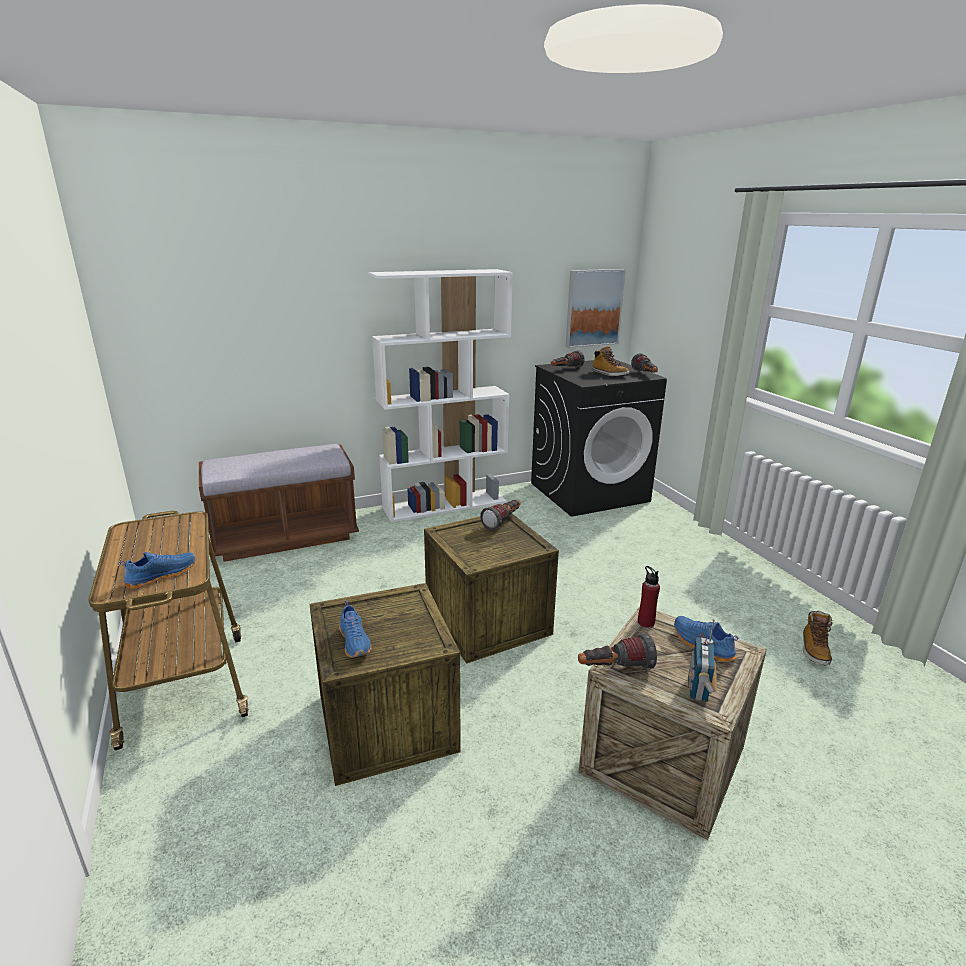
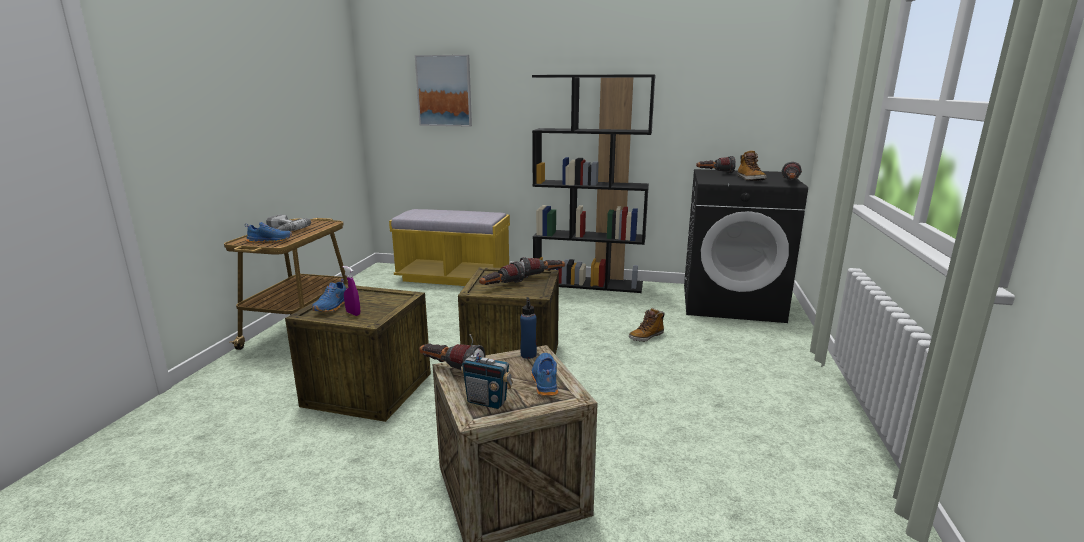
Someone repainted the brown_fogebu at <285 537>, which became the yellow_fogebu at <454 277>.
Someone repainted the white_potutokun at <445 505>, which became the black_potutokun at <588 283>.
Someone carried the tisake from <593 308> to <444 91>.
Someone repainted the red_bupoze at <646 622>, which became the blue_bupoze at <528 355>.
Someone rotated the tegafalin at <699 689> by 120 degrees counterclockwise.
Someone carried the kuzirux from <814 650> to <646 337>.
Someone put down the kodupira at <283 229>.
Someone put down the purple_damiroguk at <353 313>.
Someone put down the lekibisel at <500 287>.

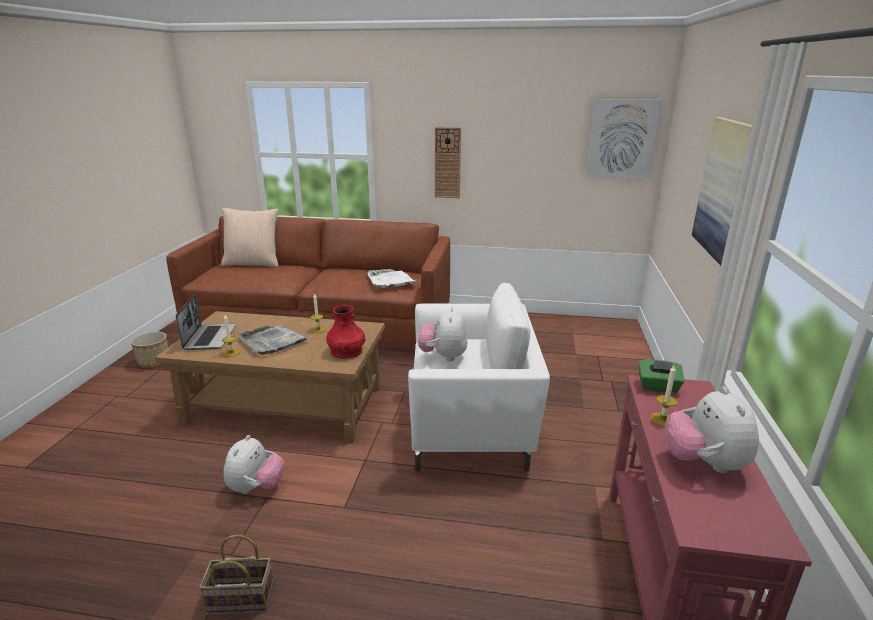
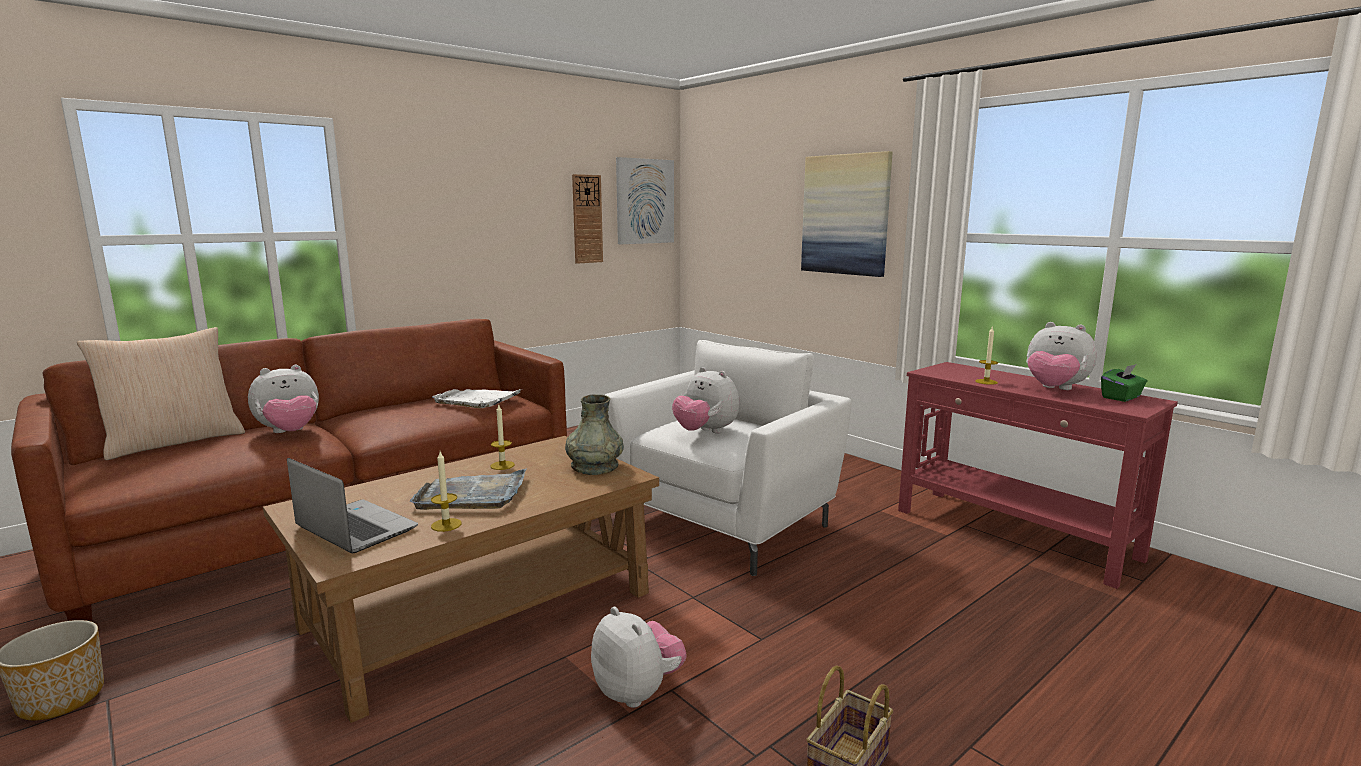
Someone repainted the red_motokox at <346 351>, which became the grey_motokox at <594 466>.
Someone carried the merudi from <447 163> to <587 219>.
Someone carried the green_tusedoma from <658 387> to <1121 397>.
Someone put down the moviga at <290 432>.

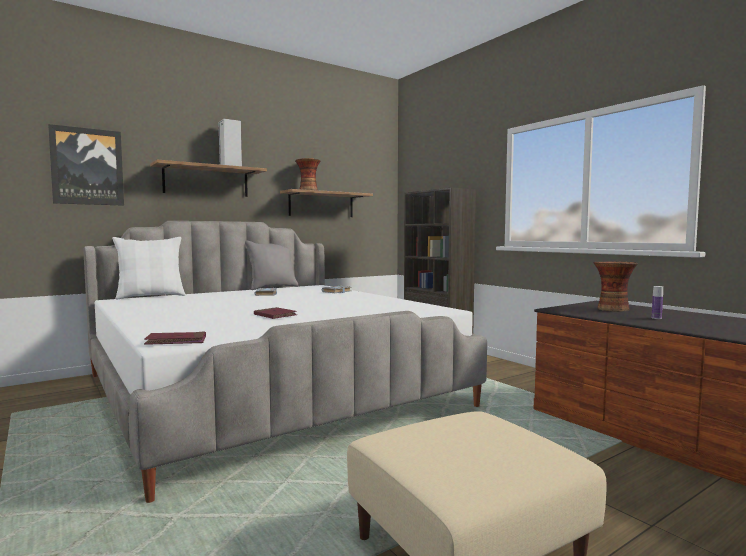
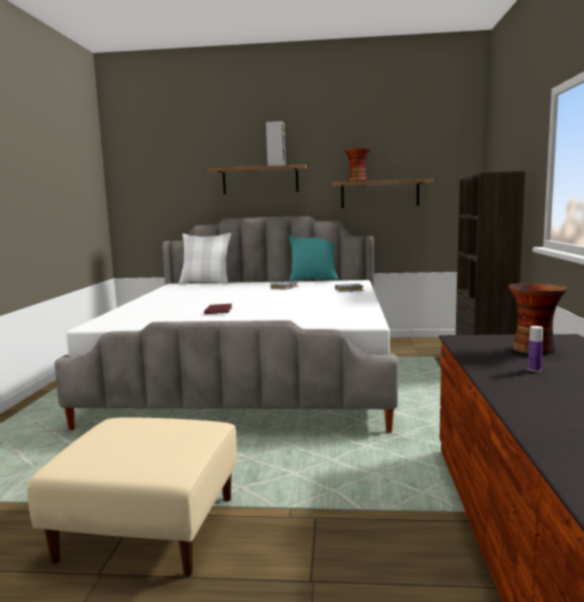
Someone took away the tisake at <87 166>.
Someone took away the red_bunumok at <176 341>.
Someone repainted the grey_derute at <272 287>, which became the turquoise_derute at <313 280>.

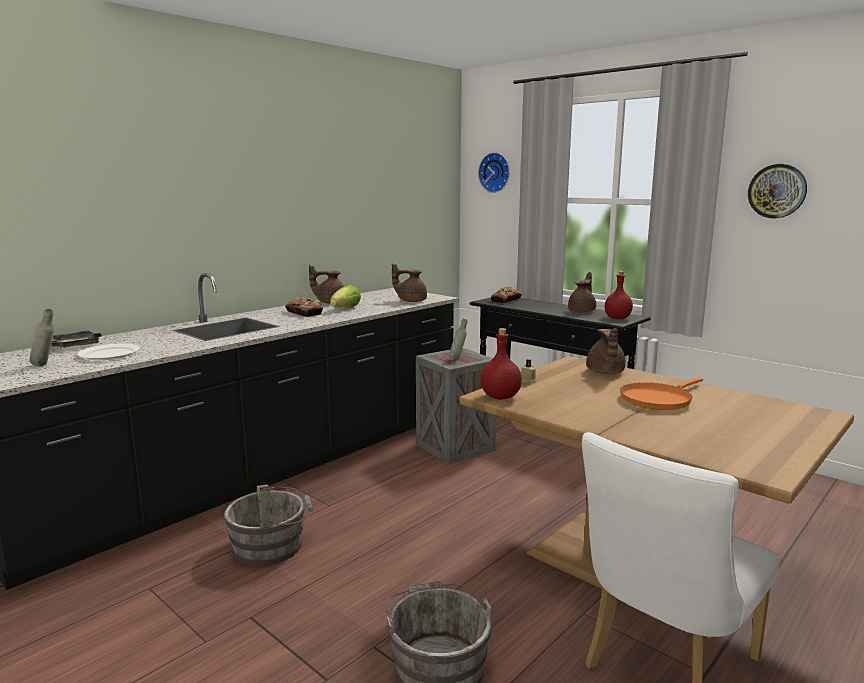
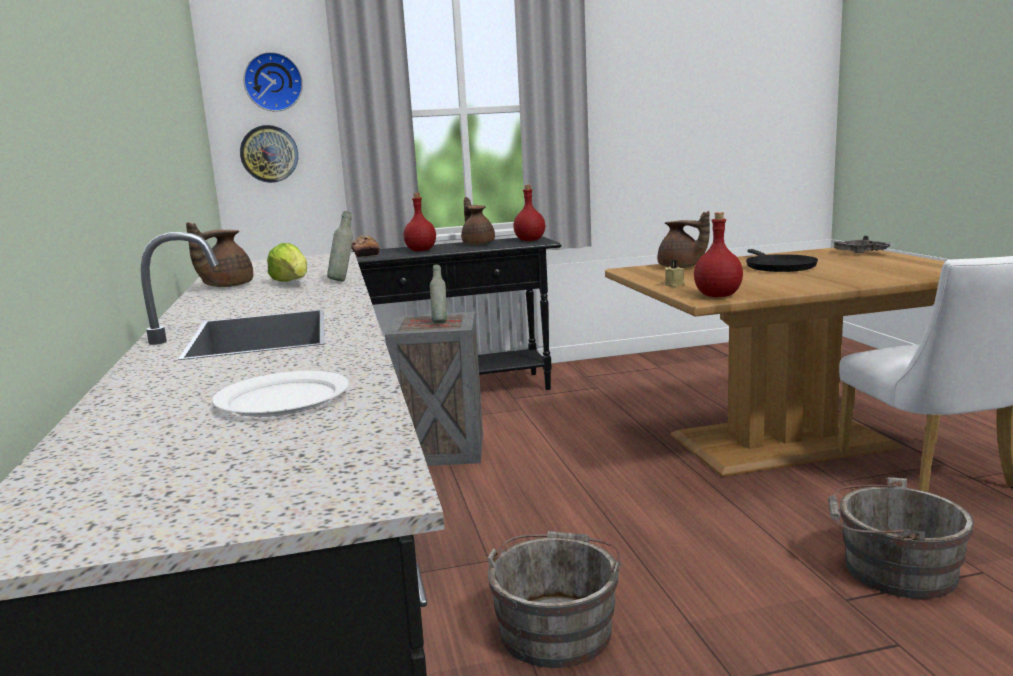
Someone carried the grey_bupoze from <46 365> to <343 280>.
Someone carried the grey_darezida from <72 346> to <861 253>.
Someone took away the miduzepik at <304 313>.
Someone took away the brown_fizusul at <411 301>.
Someone repainted the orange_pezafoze at <657 399>, which became the black_pezafoze at <778 267>.
Someone carried the merudi from <777 191> to <269 154>.
Someone put down the red_bupoze at <420 250>.

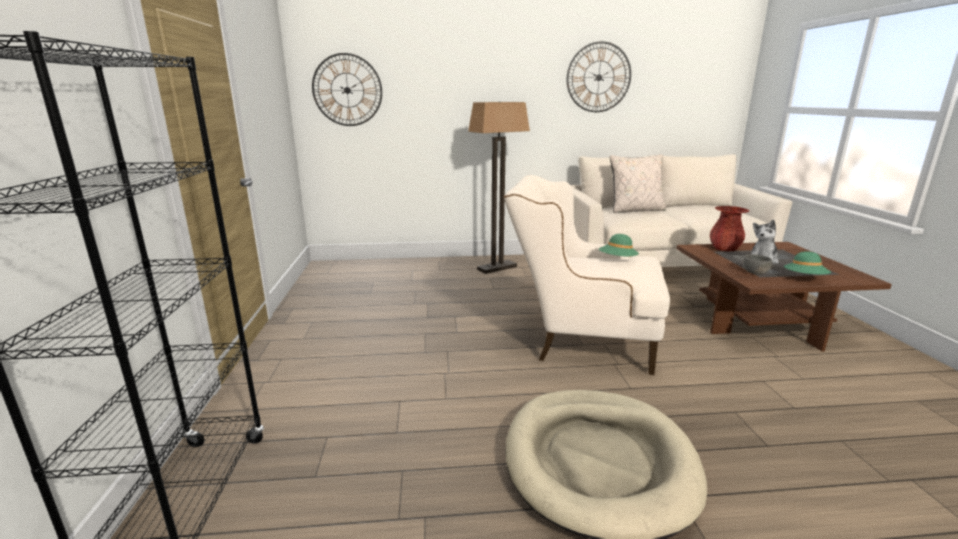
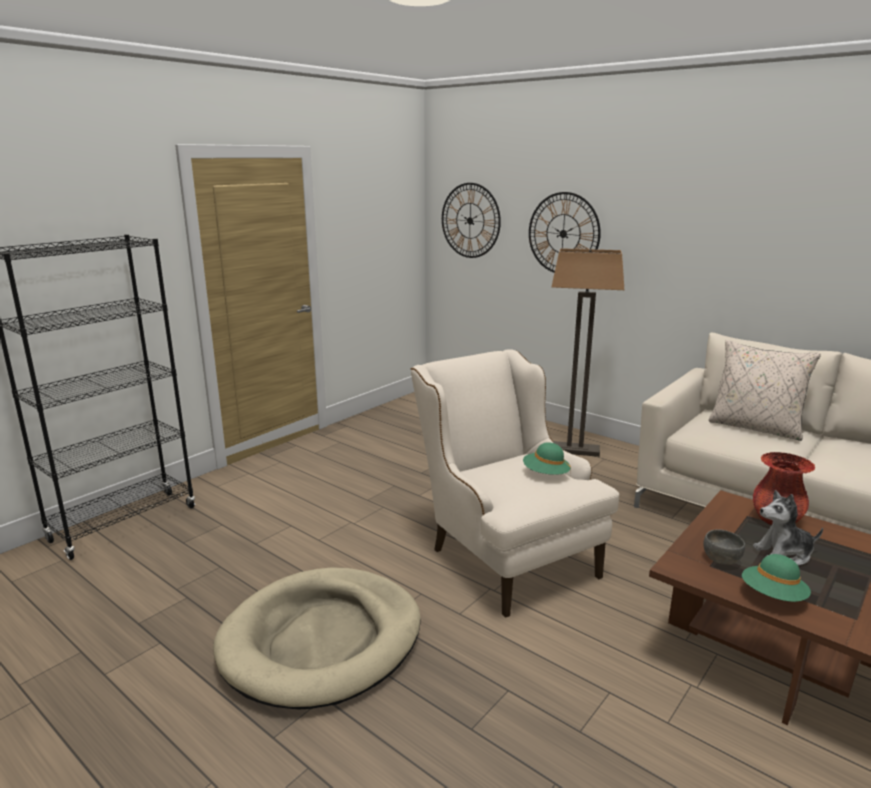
Someone carried the merudi from <598 77> to <563 233>.

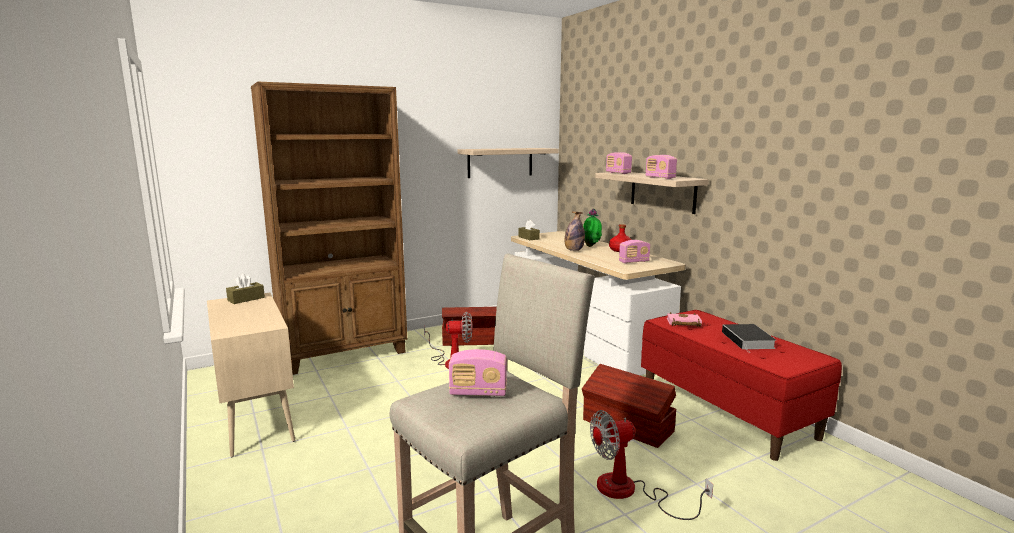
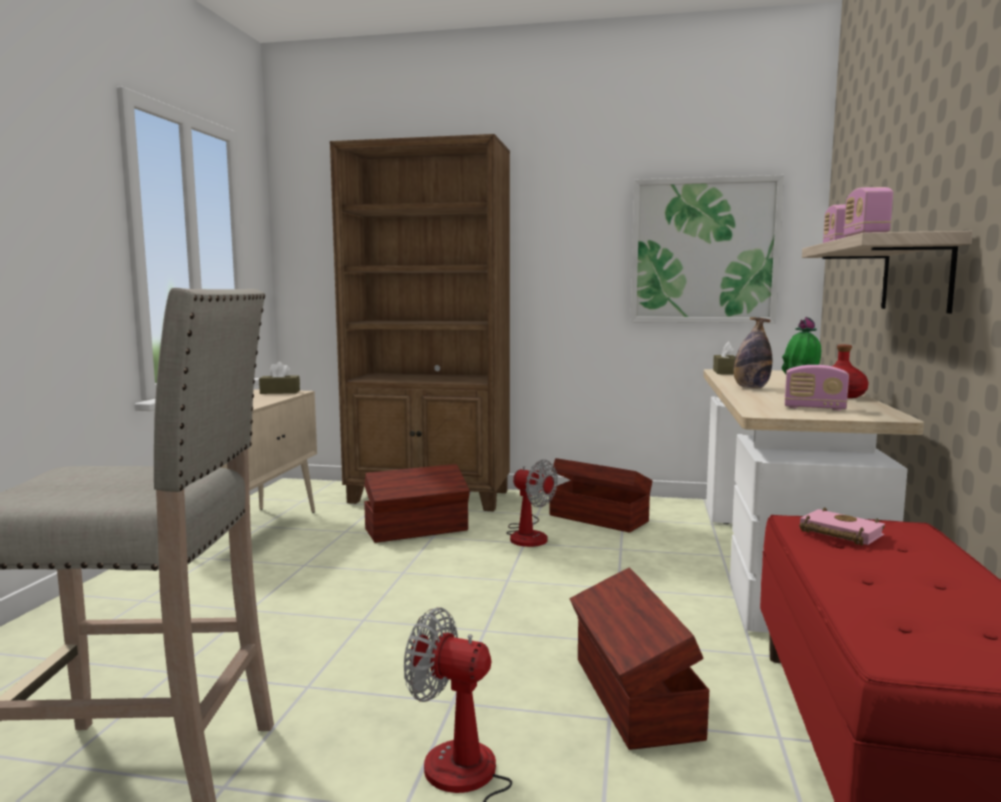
Someone took away the tegafalin at <478 392>.
Someone swapped the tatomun at <500 162> for the tisake at <704 251>.
Someone took away the bunumok at <749 340>.
Someone put down the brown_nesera at <417 530>.

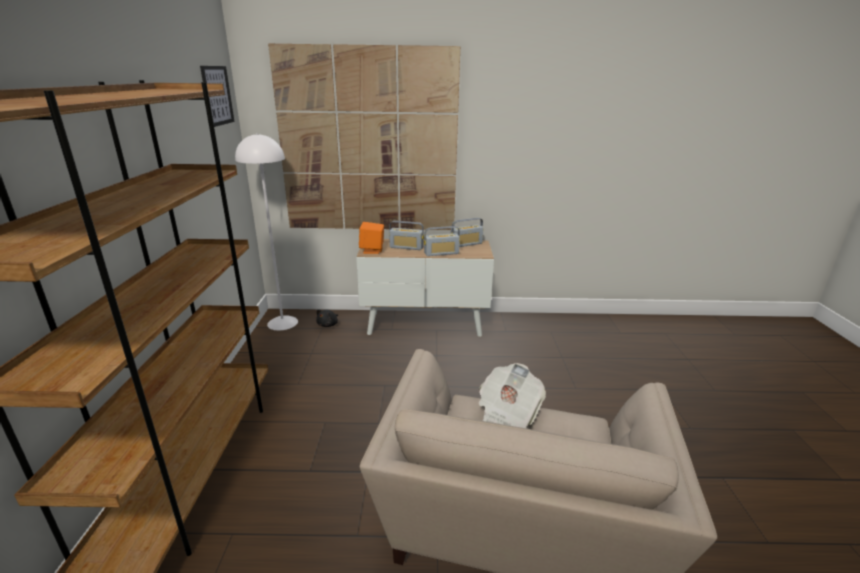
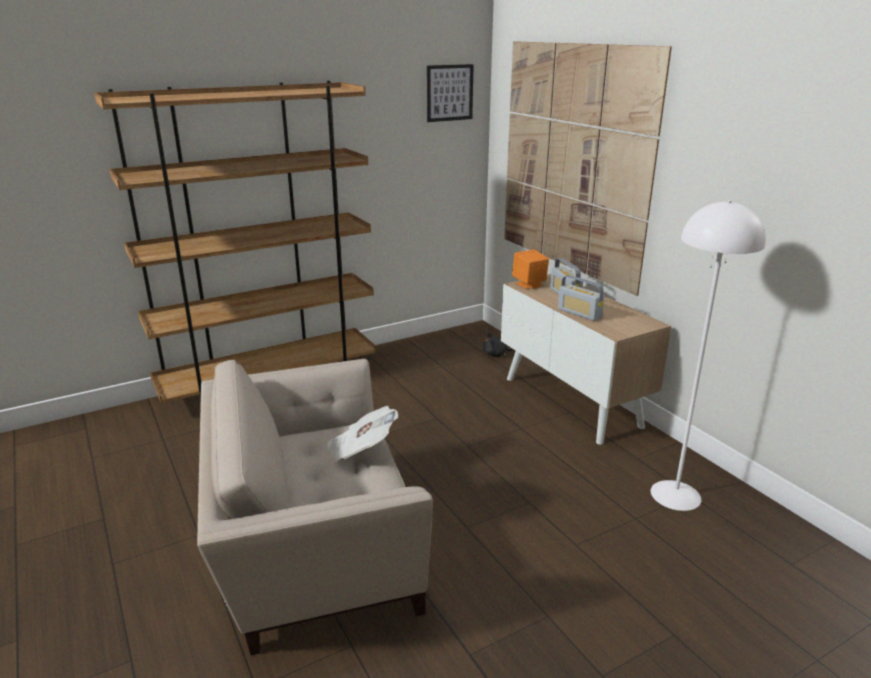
Someone carried the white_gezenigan from <283 323> to <675 495>.
Someone took away the tegafalin at <466 244>.

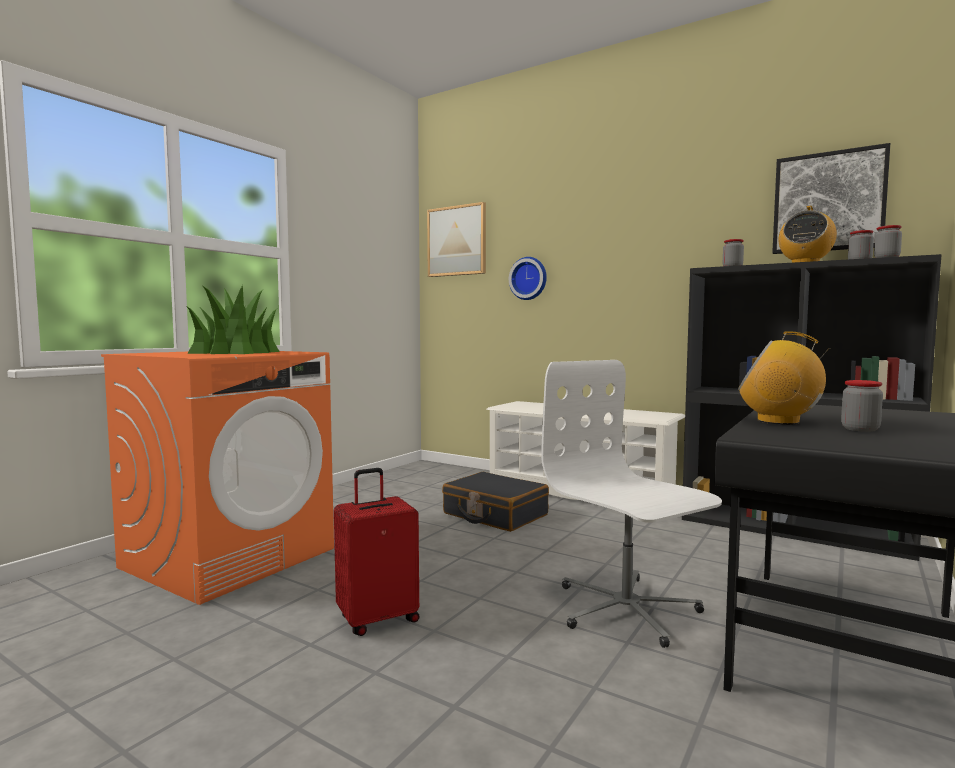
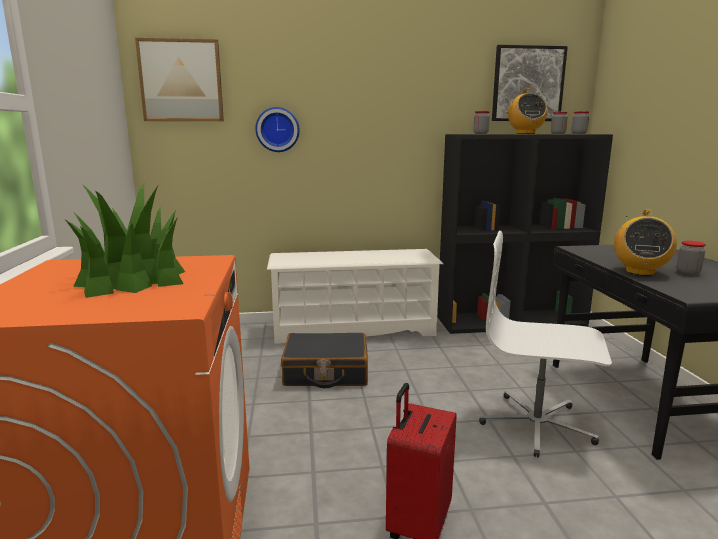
Someone rotated the tegafalin at <779 421> by 60 degrees counterclockwise.

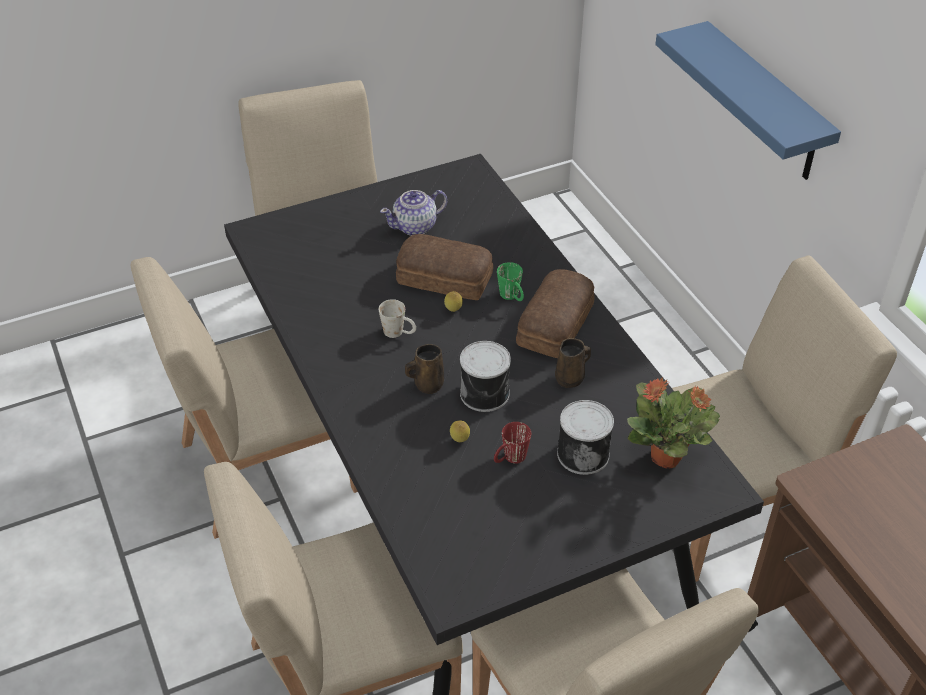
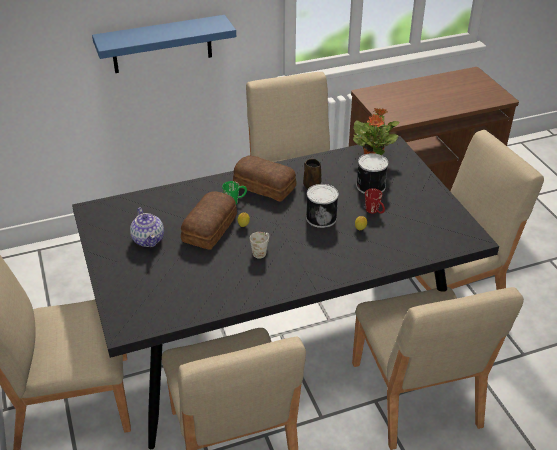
Someone took away the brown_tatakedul at <427 385>.

